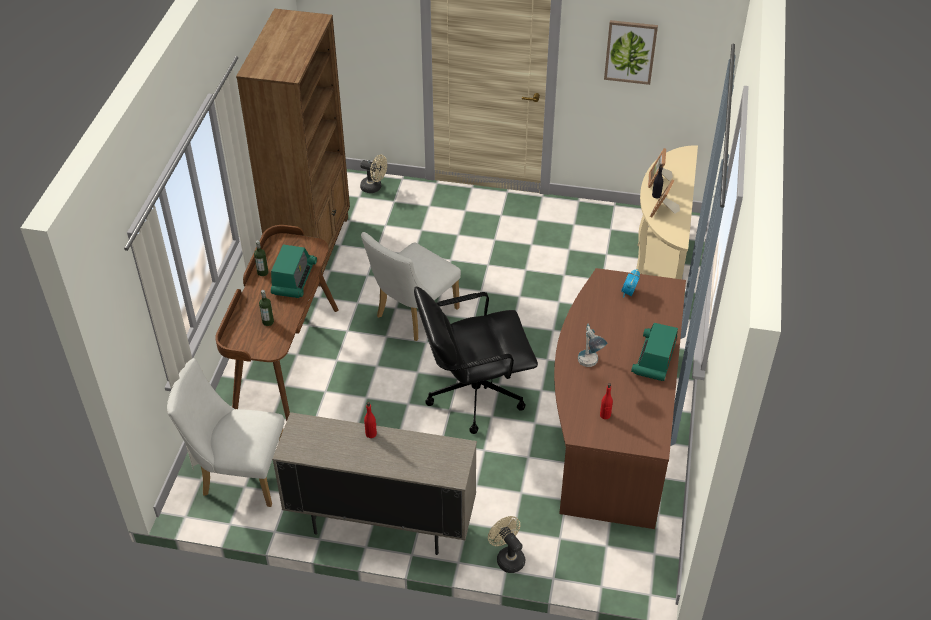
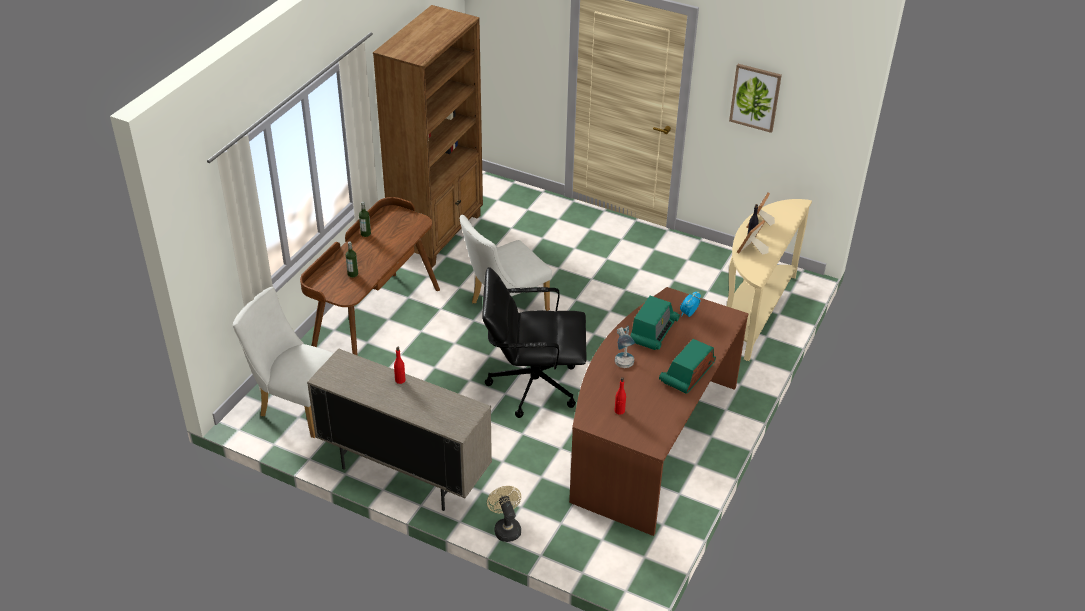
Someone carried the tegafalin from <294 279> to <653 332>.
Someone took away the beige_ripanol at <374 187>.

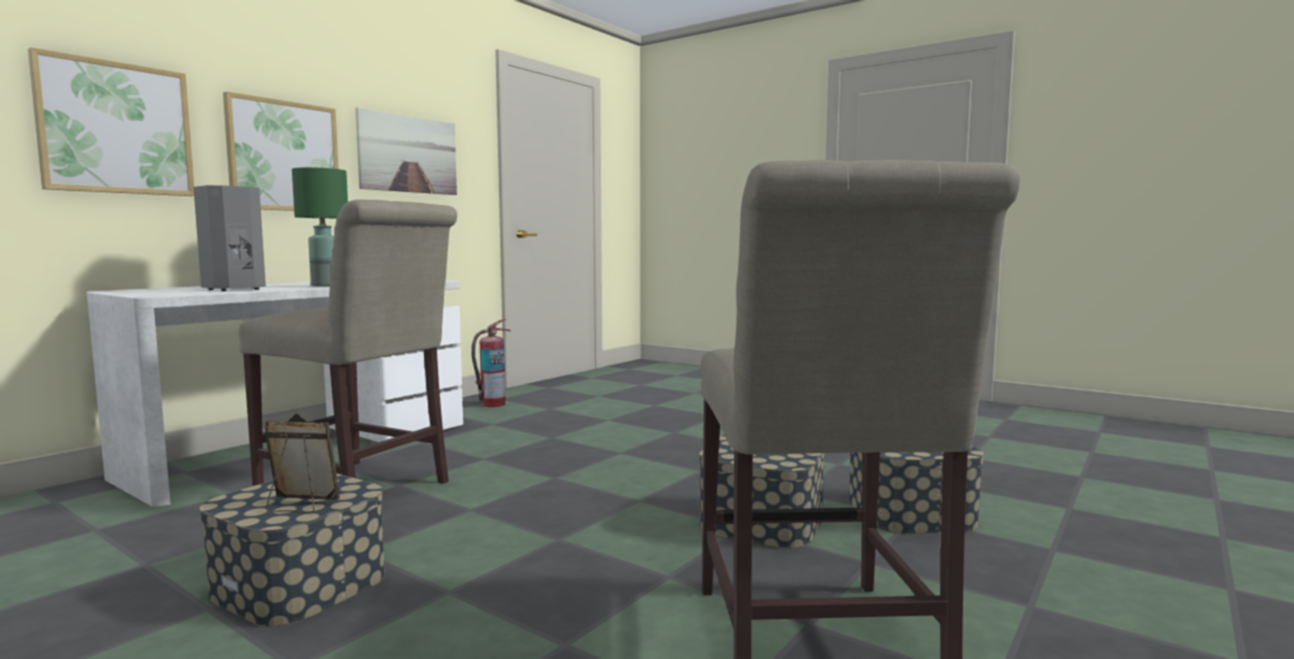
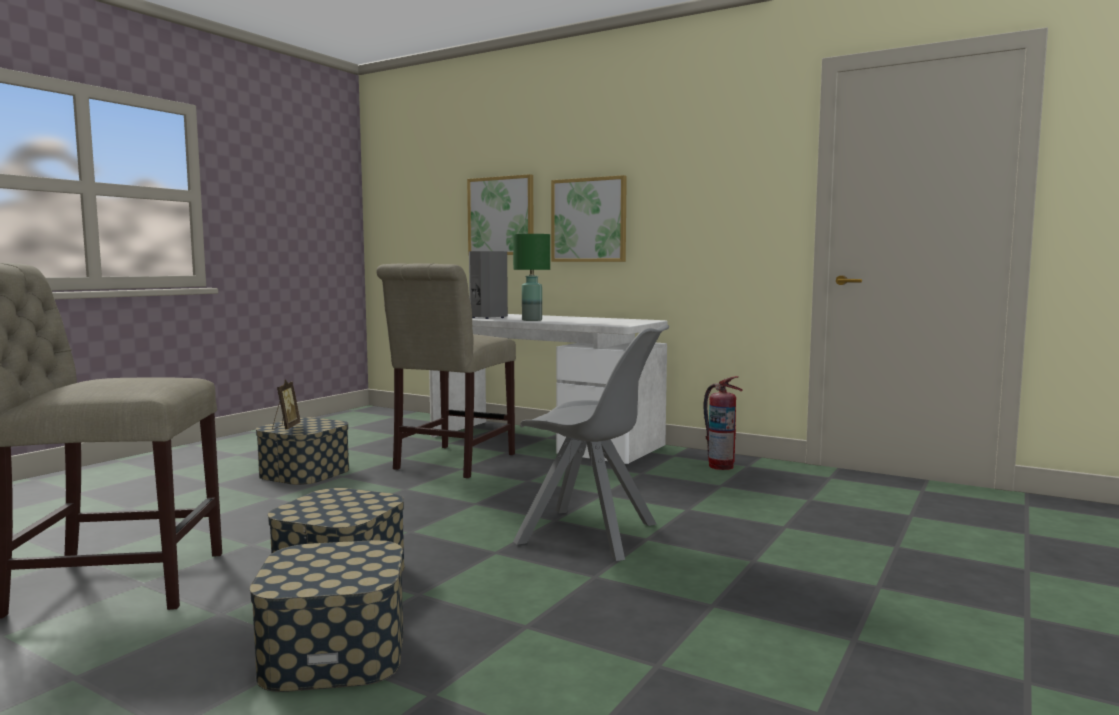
Someone took away the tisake at <408 154>.
Someone put down the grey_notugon at <591 535>.

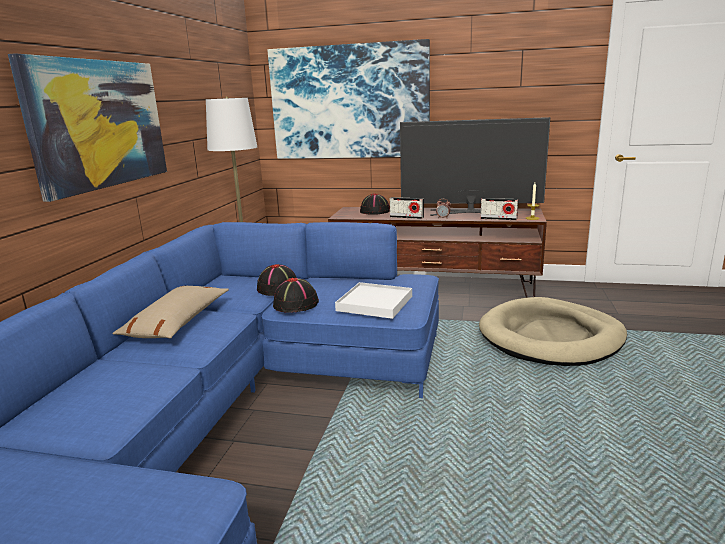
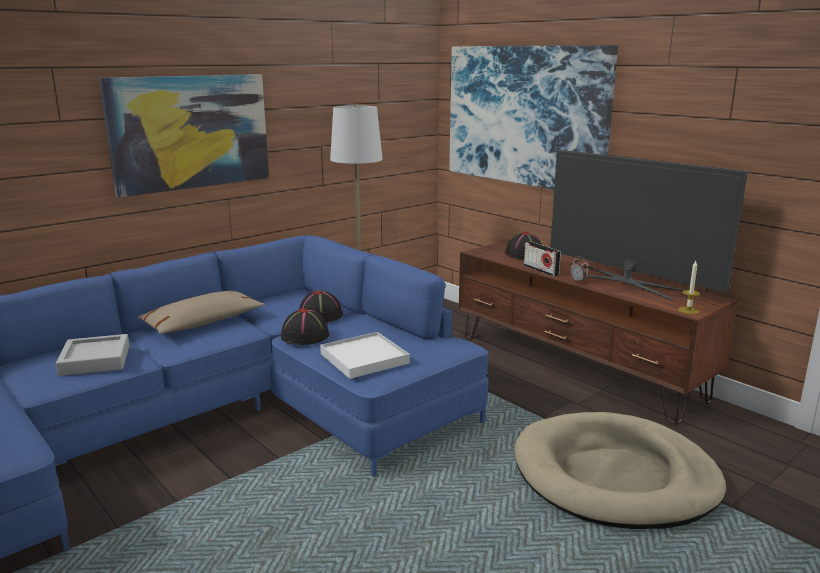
Someone took away the tegafalin at <498 219>.
Someone put down the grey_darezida at <95 360>.

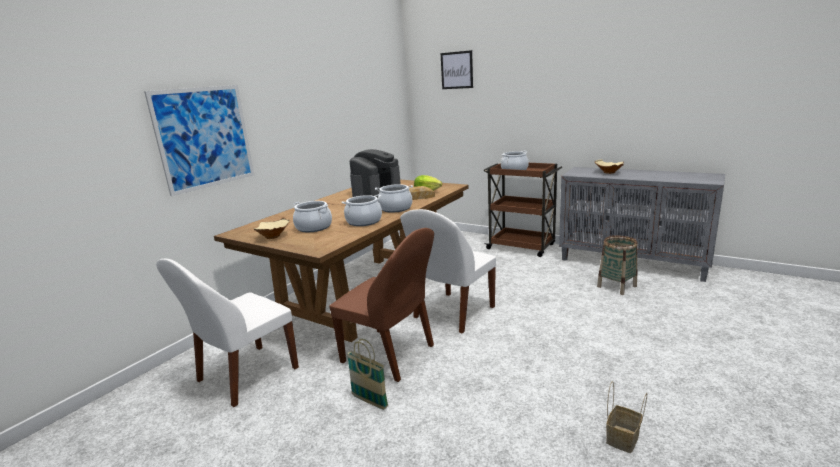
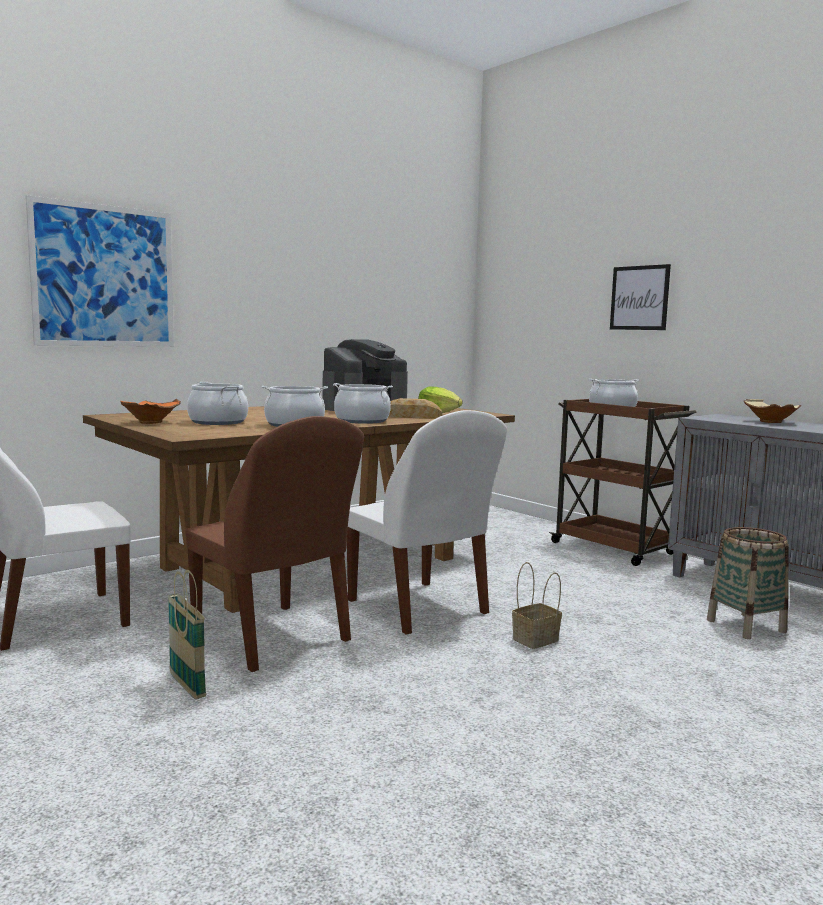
Someone repainted the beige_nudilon at <274 236>, which became the orange_nudilon at <152 422>.
Someone rotated the white_notugon at <452 313> by 90 degrees counterclockwise.
Someone carried the tisake from <457 70> to <639 298>.
Someone carried the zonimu from <623 439> to <535 640>.

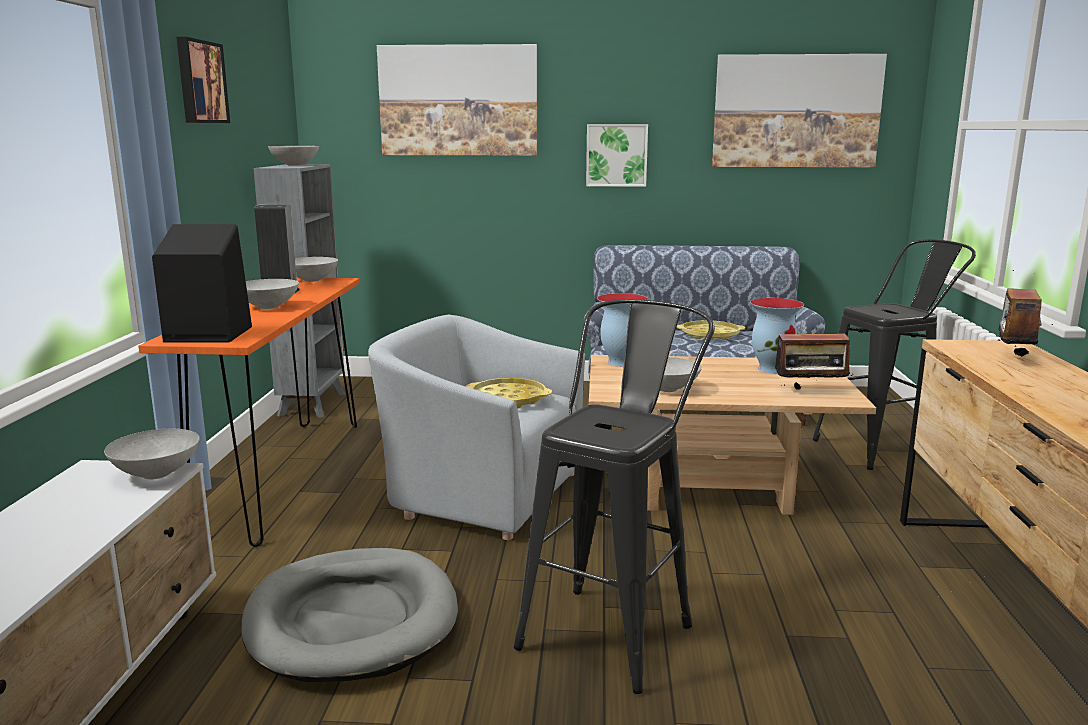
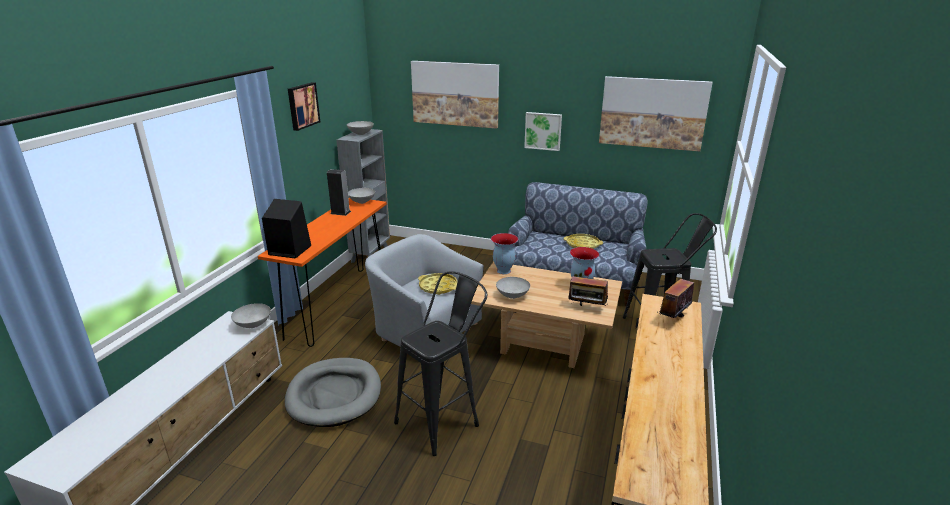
Someone took away the grey_nudilon at <268 307>.

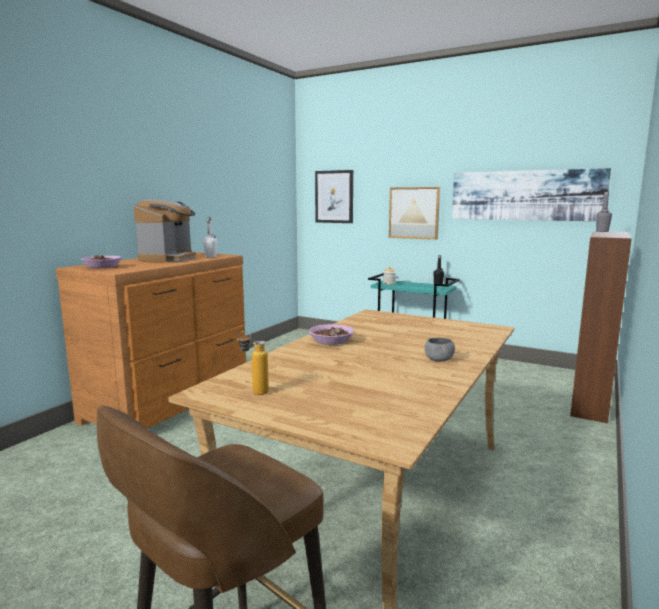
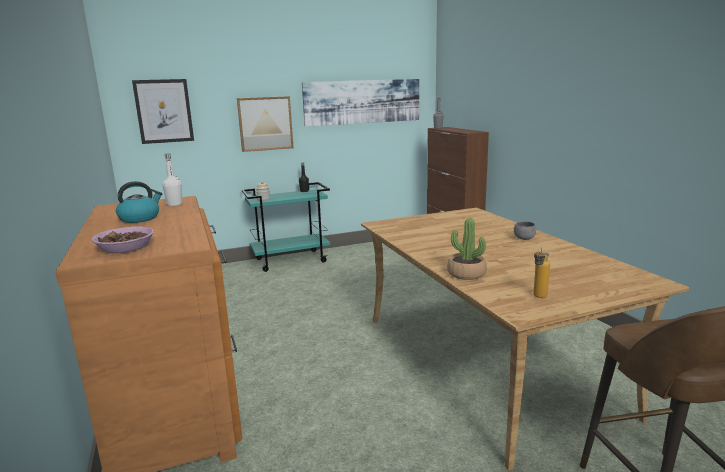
Someone swapped the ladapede at <168 259> for the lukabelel at <140 218>.
Someone took away the nudilon at <331 341>.
Someone put down the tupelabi at <466 274>.

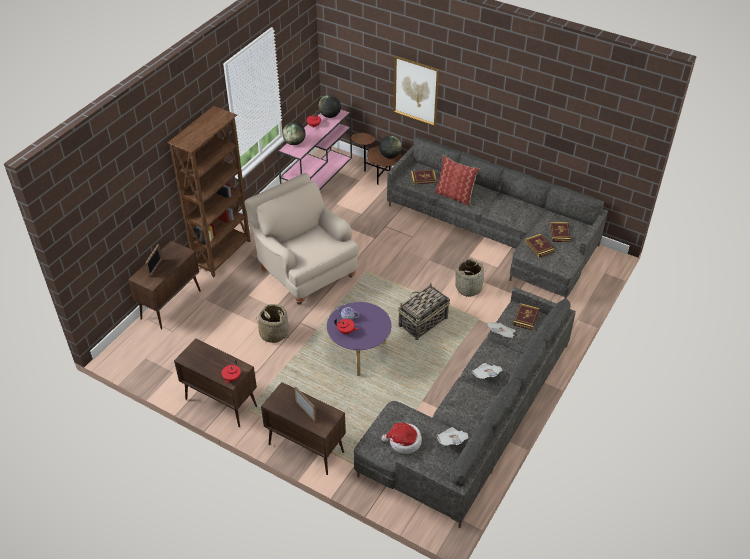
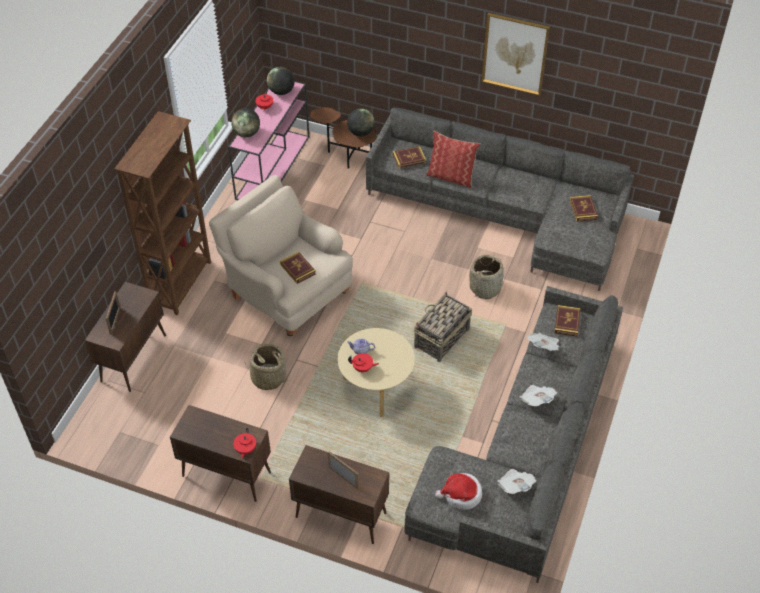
Someone repainted the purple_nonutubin at <359 353>, which became the beige_nonutubin at <376 388>.
Someone carried the tisake from <416 90> to <515 53>.
Someone carried the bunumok from <539 247> to <297 269>.

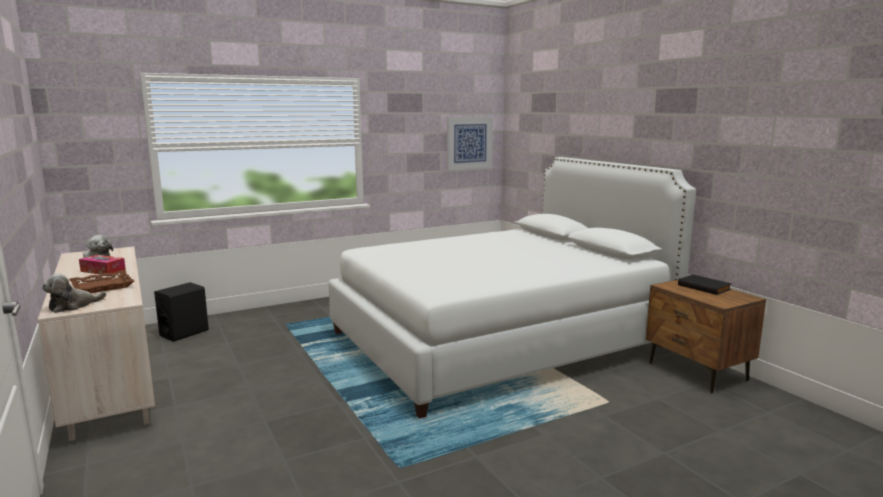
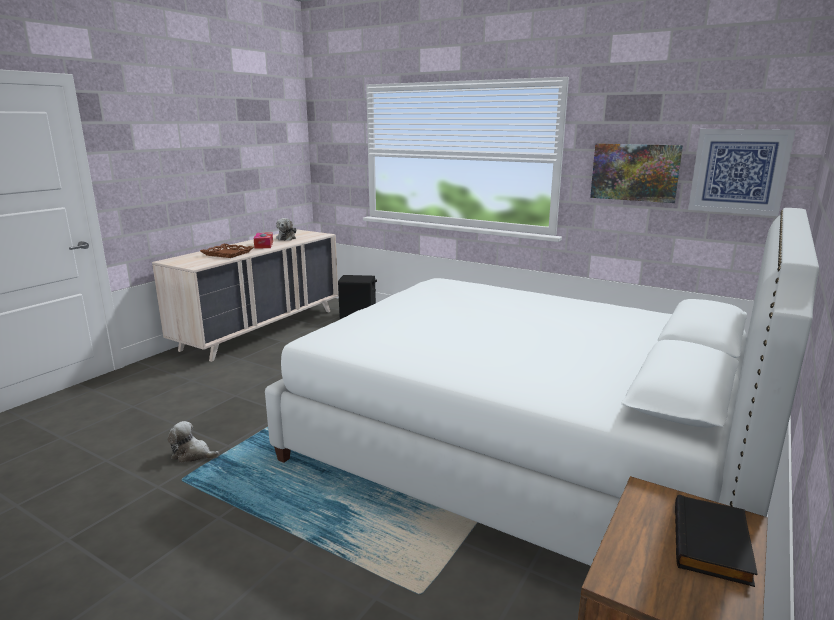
Someone carried the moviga from <73 306> to <193 455>.
Someone put up the tisake at <635 172>.

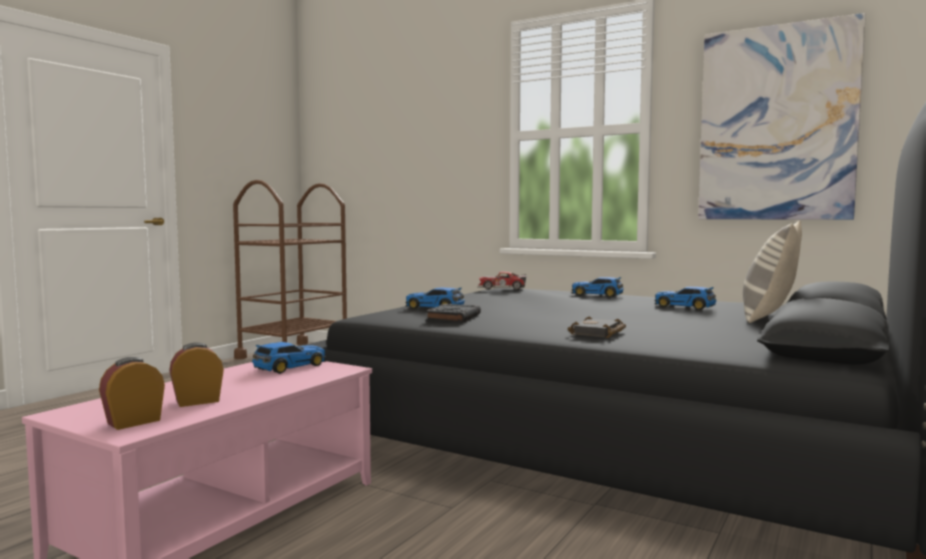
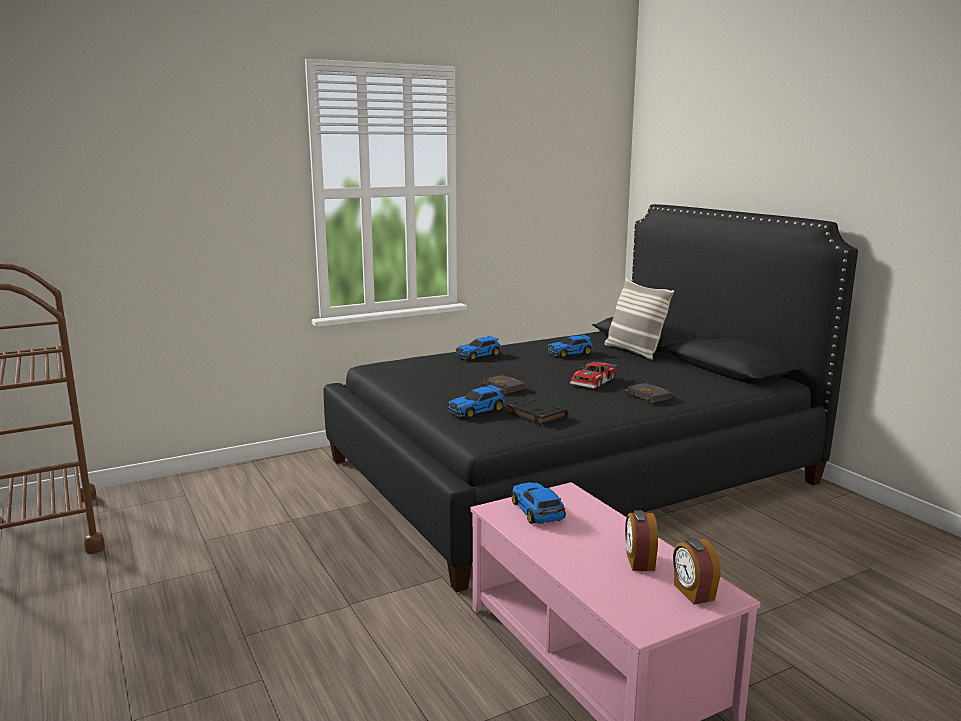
Someone carried the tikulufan from <501 288> to <595 382>.
Someone took away the tisake at <776 123>.
Someone put down the black_bunumok at <506 387>.

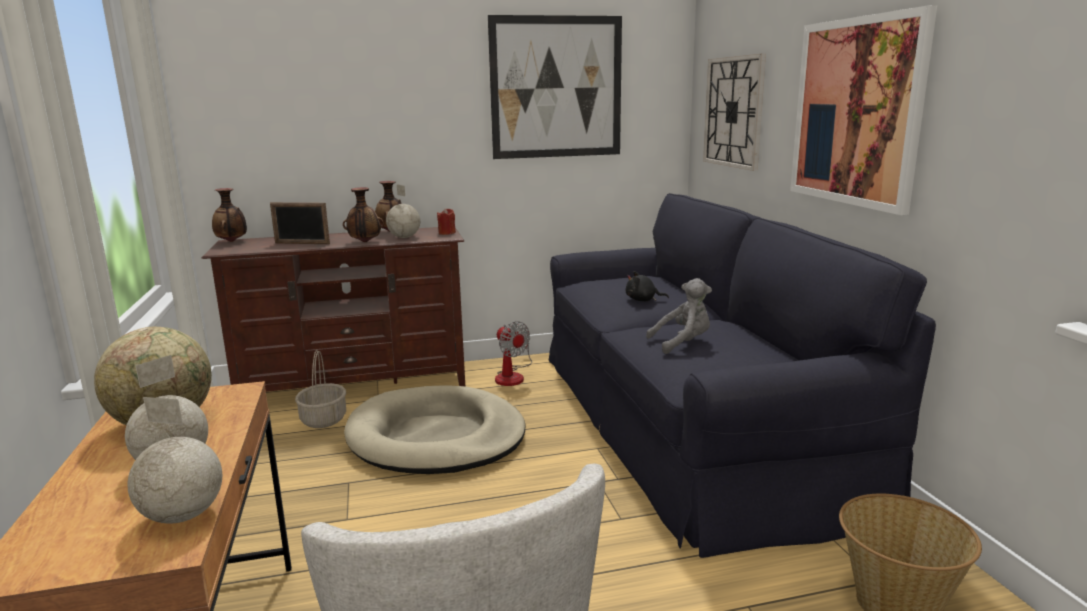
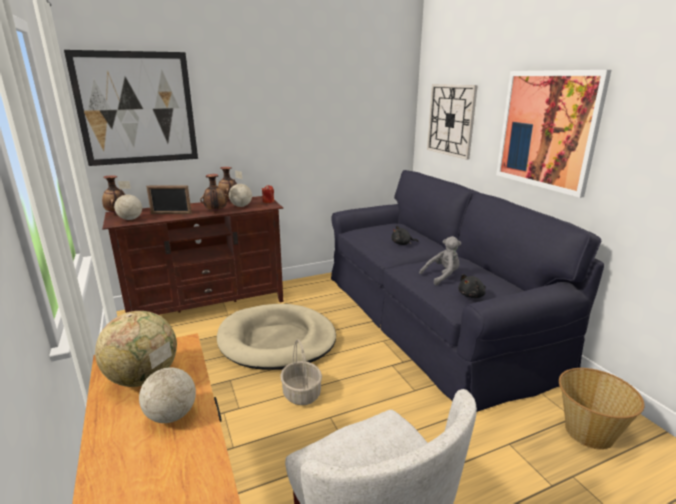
Someone carried the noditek from <183 516> to <130 219>.
Someone carried the zonimu from <323 419> to <301 393>.
Someone carried the tisake from <556 88> to <137 109>.
Someone took away the ripanol at <512 375>.
Someone put down the black_moviga at <472 295>.

